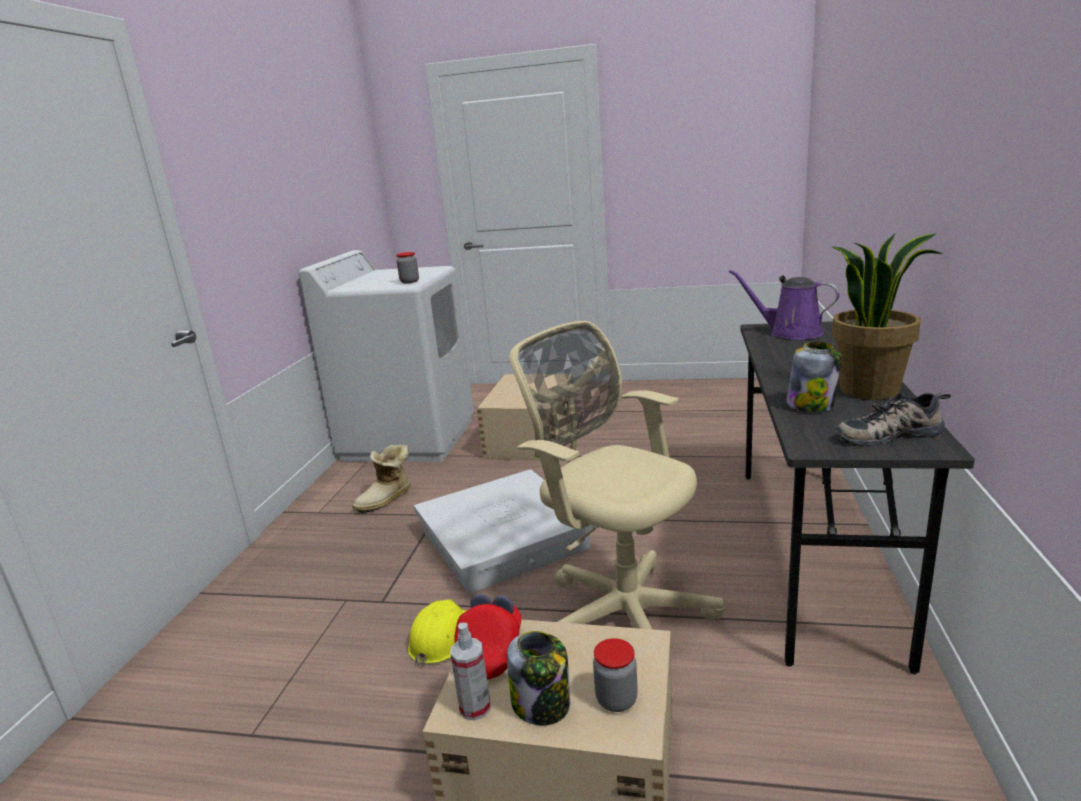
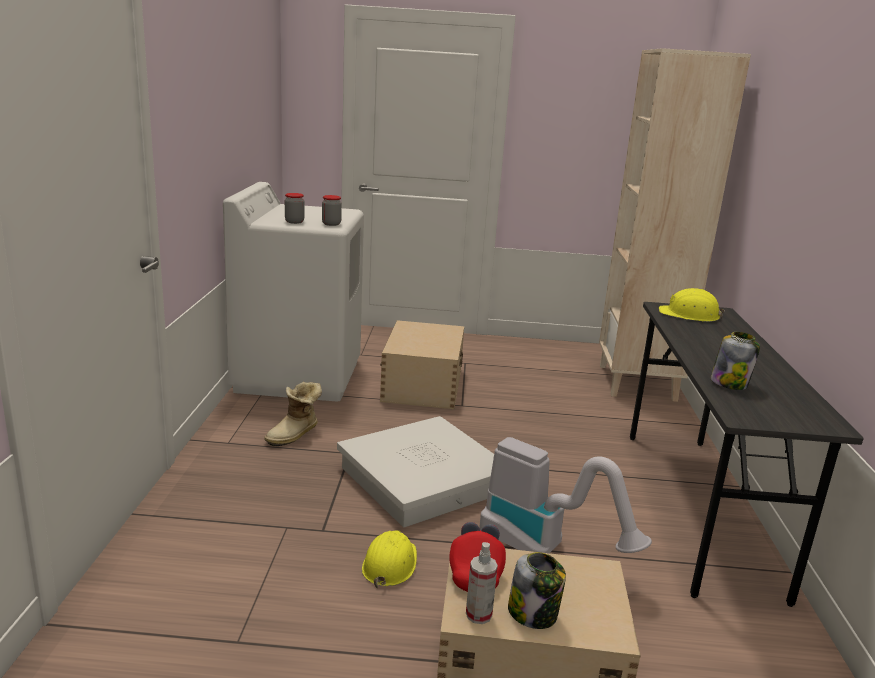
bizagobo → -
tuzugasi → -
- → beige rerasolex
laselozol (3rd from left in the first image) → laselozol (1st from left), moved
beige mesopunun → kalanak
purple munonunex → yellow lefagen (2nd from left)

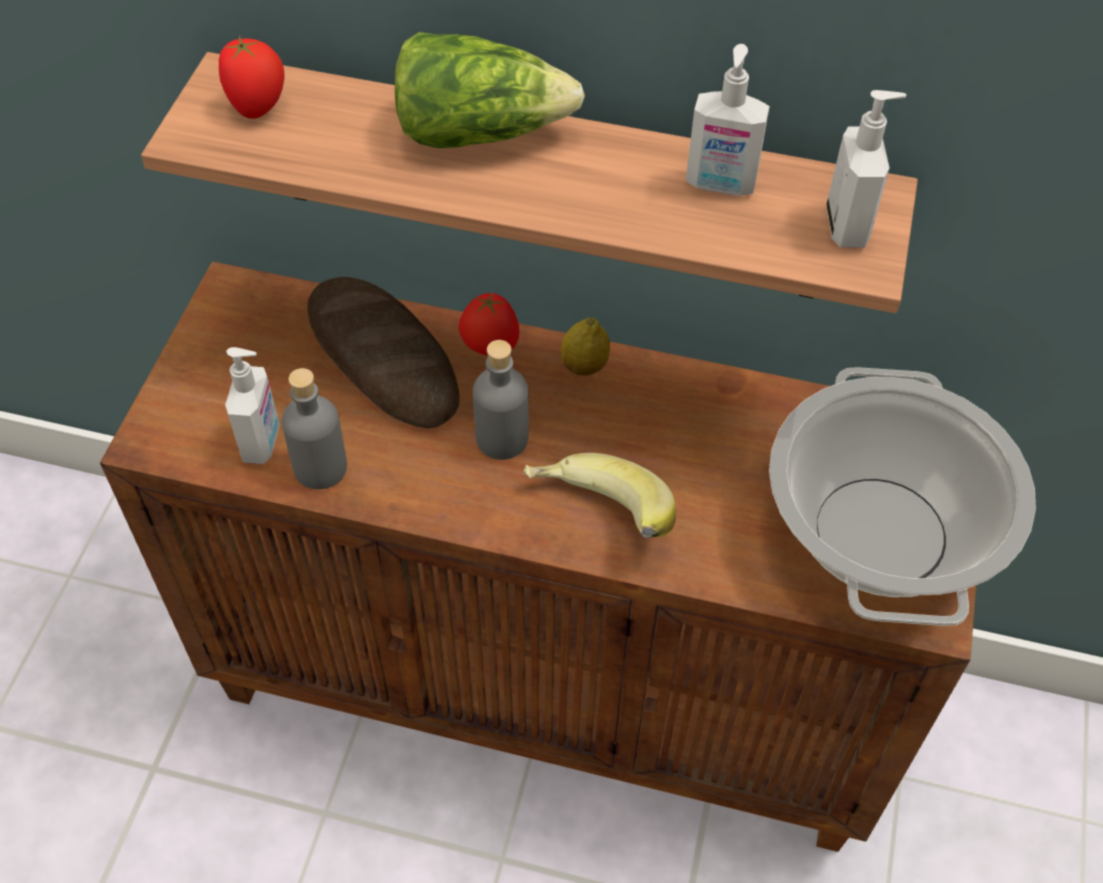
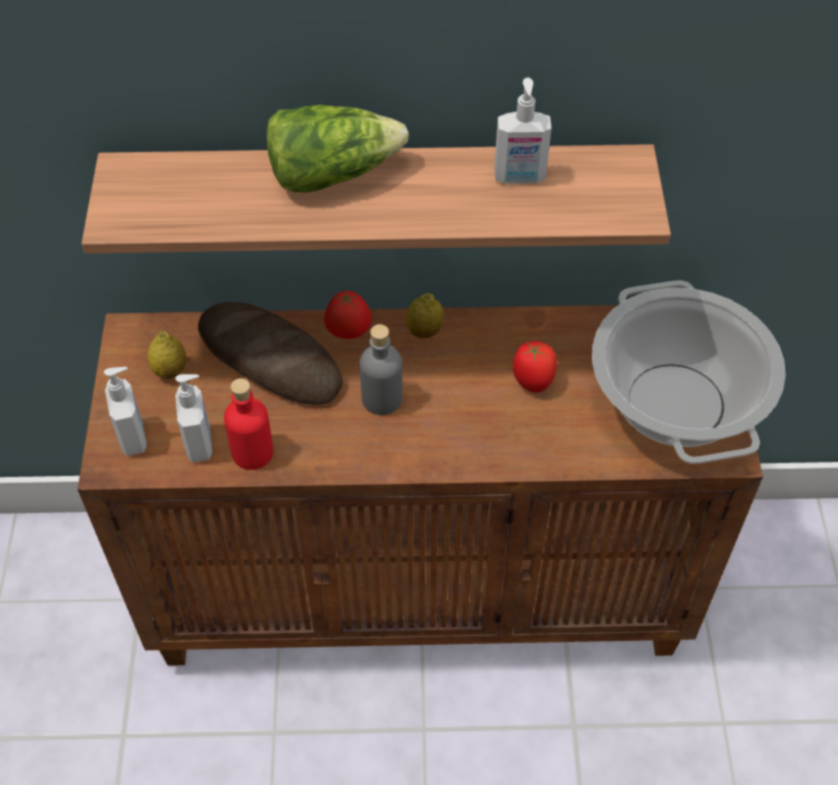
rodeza → -
- → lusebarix (1st from left)
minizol (1st from left in the first image) → minizol (2nd from left), moved
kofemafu (3rd from left in the first image) → kofemafu (1st from left), moved
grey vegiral (1st from left) → red vegiral

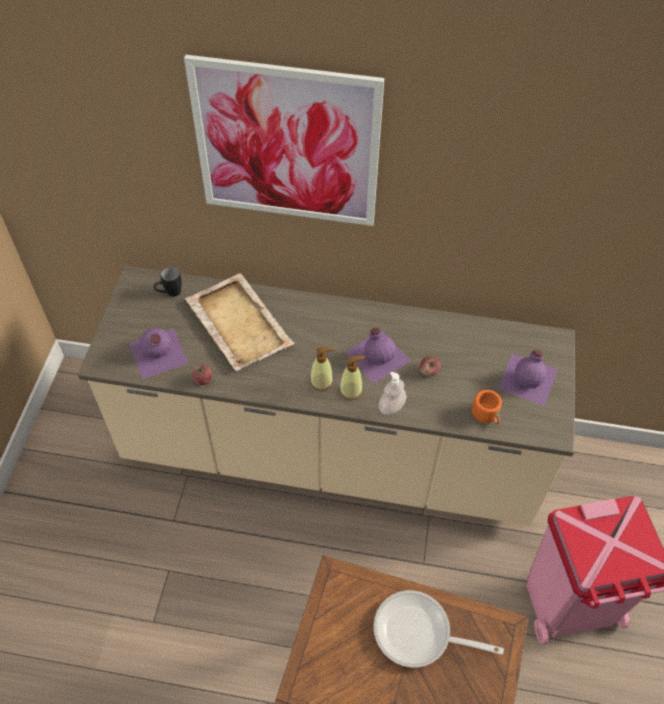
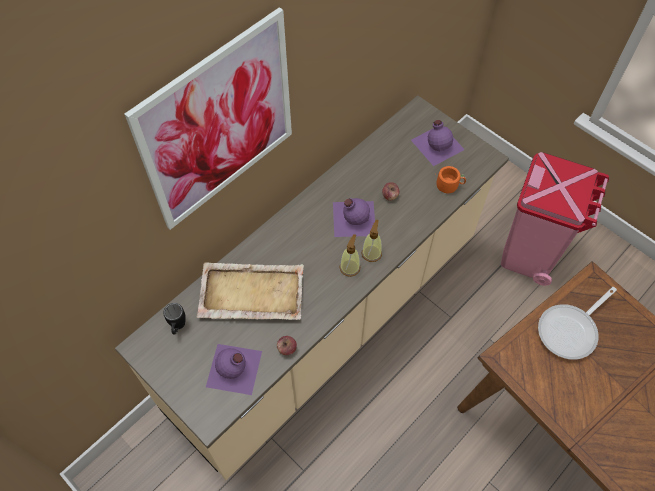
kofemafu (3rd from left) → -

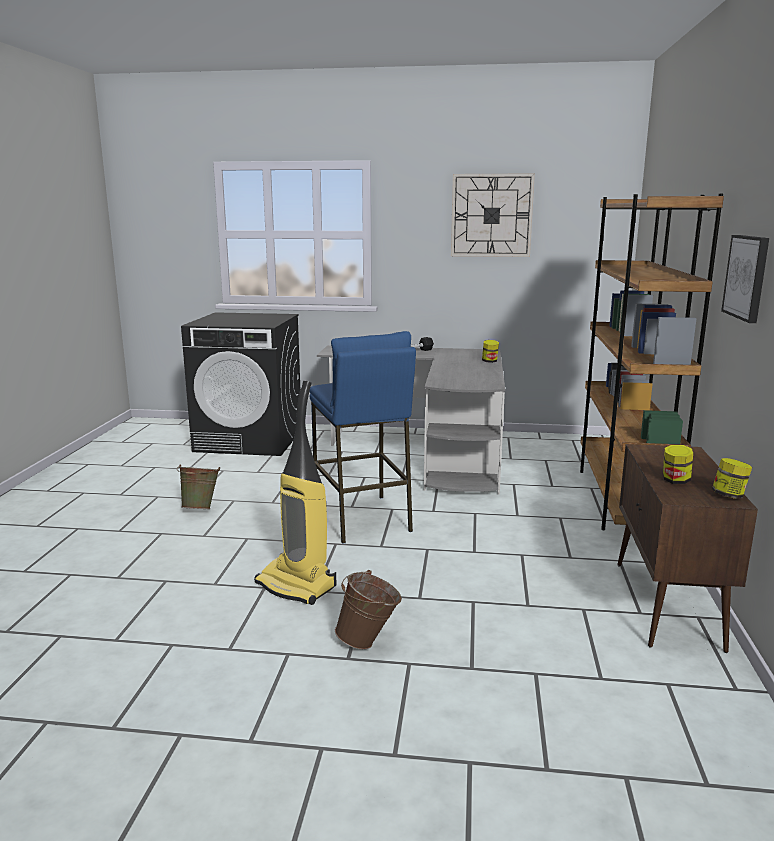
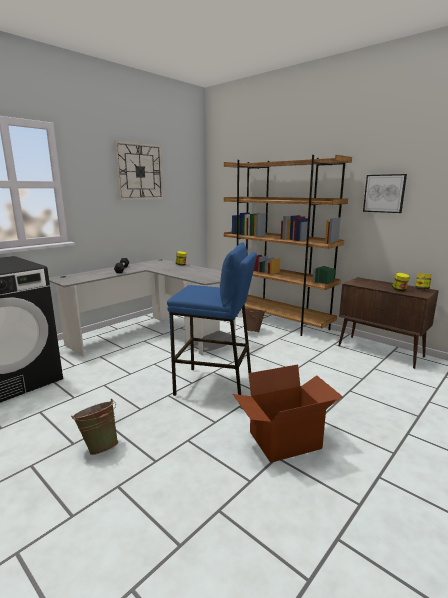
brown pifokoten, moved
kalanak → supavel

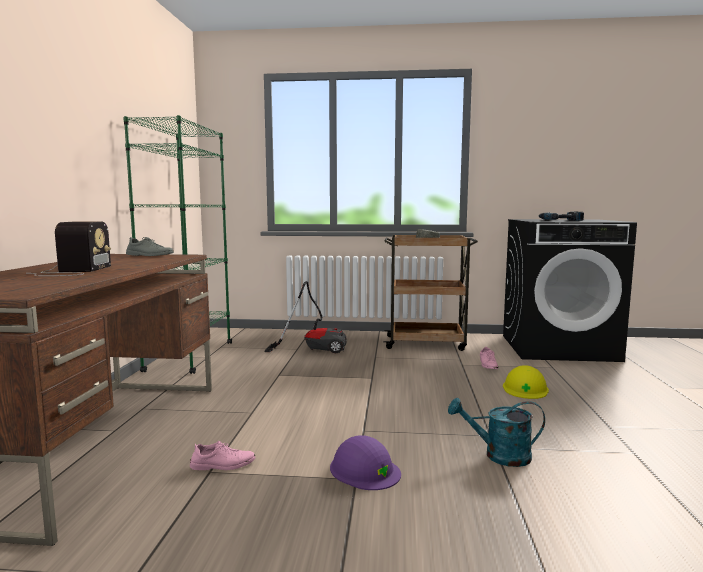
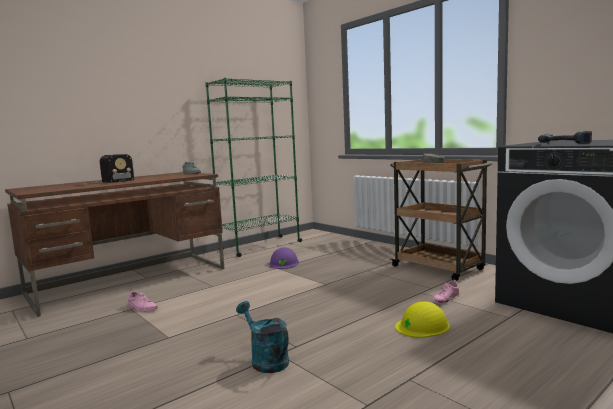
kalanak → -
purple lefagen, moved

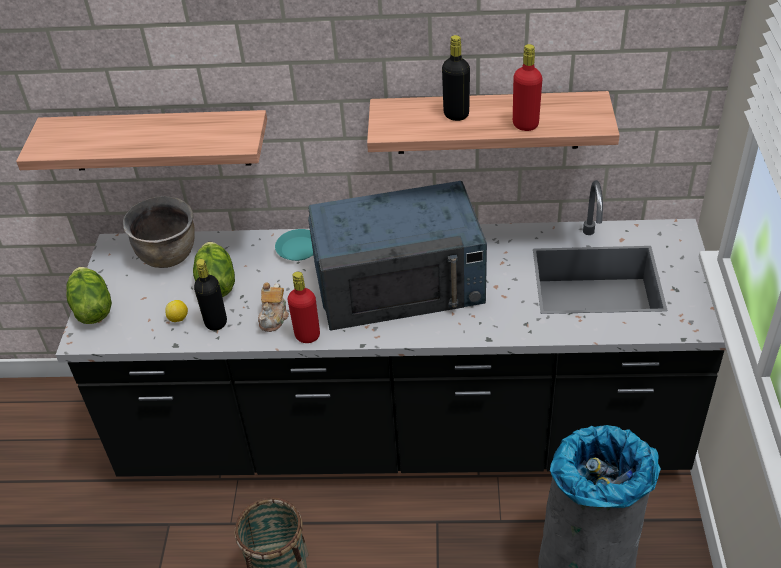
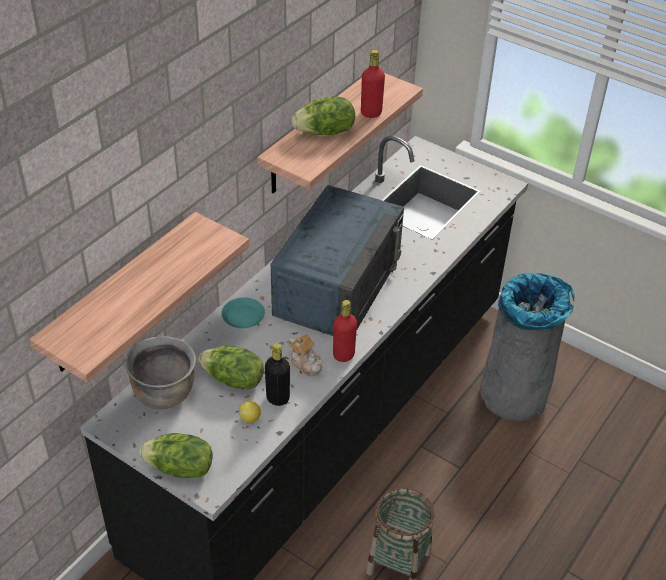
black vegiral (2nd from left) → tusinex (3rd from left)

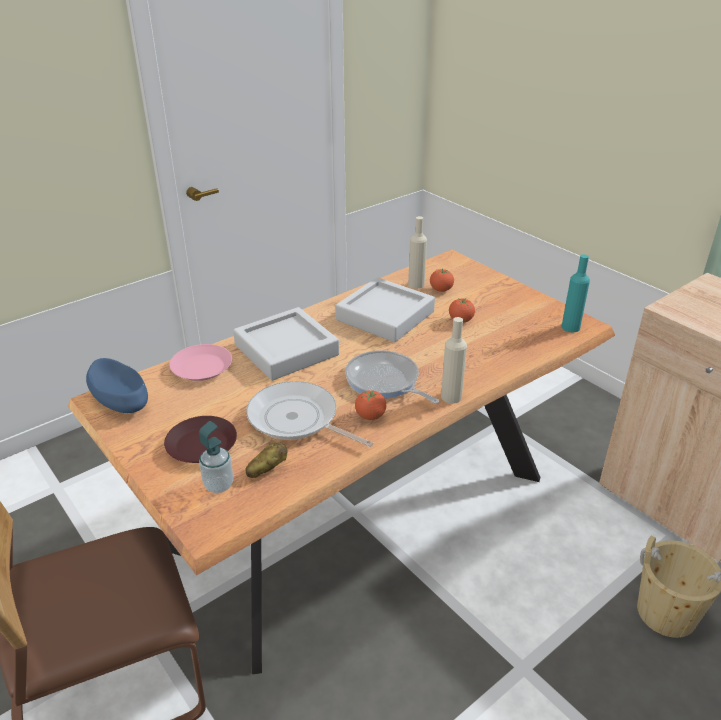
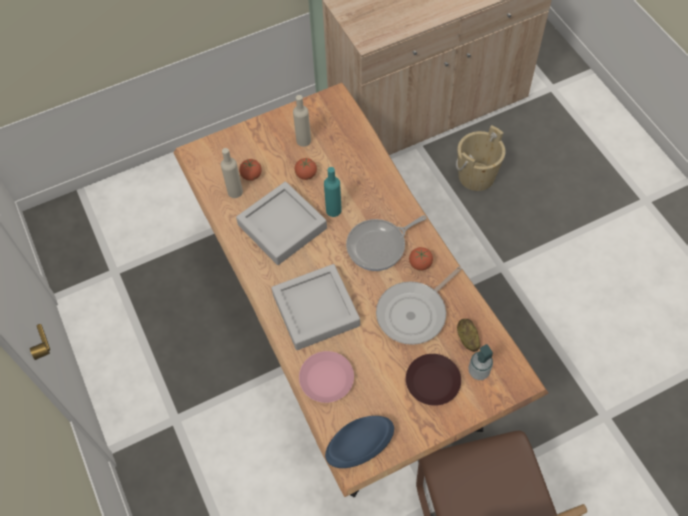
beige vegiral (2nd from left), moved
turquoise vegiral, moved

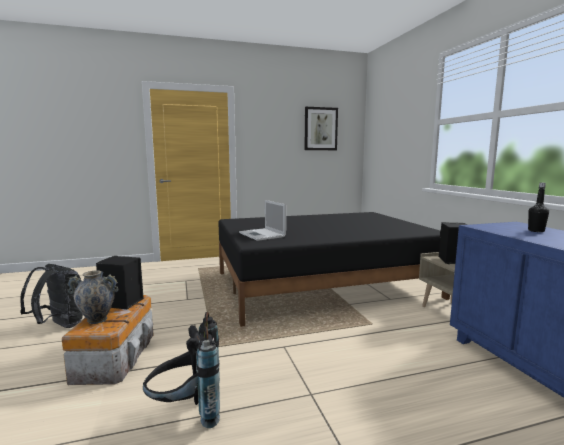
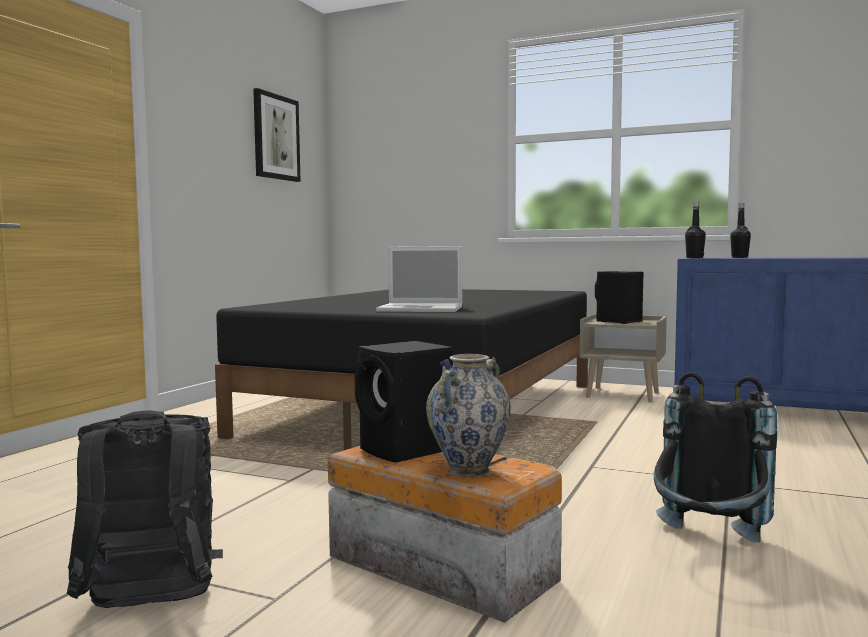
- → black vegiral (1st from left)

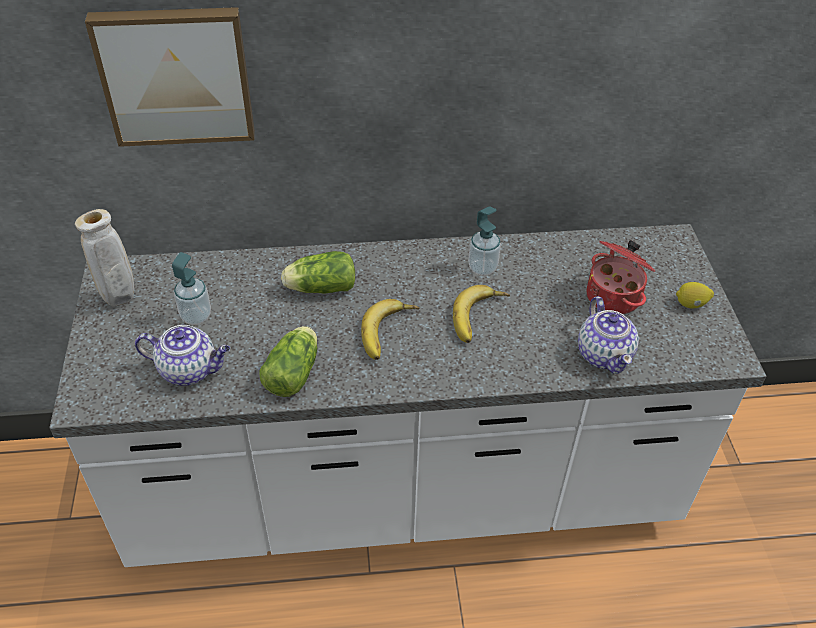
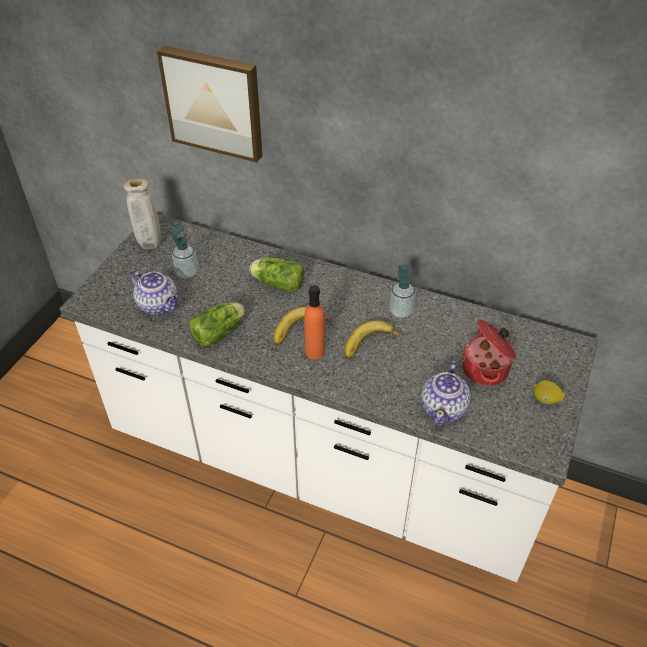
- → orange vegiral

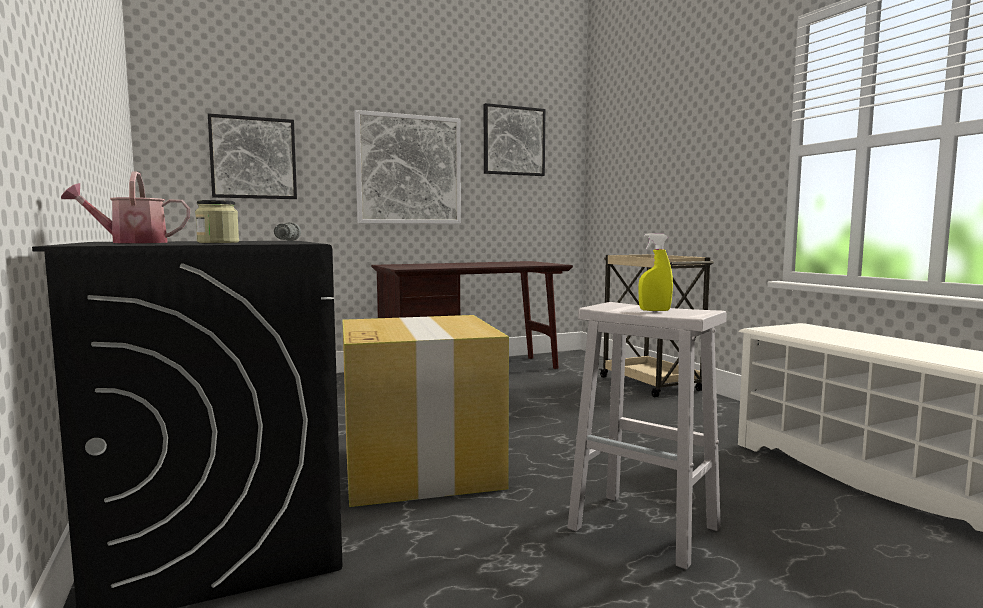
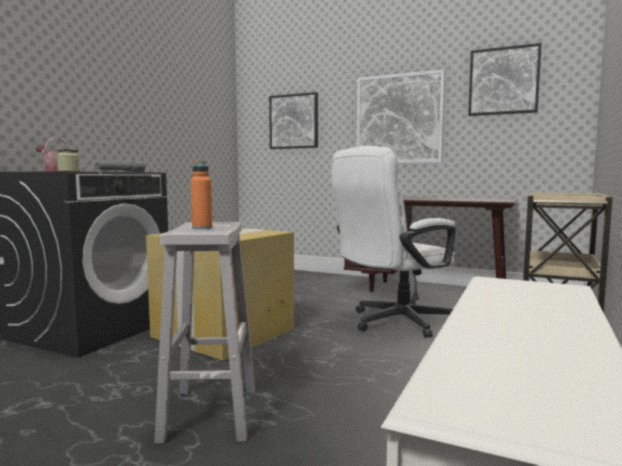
- → white mesopunun
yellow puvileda → orange vegiral

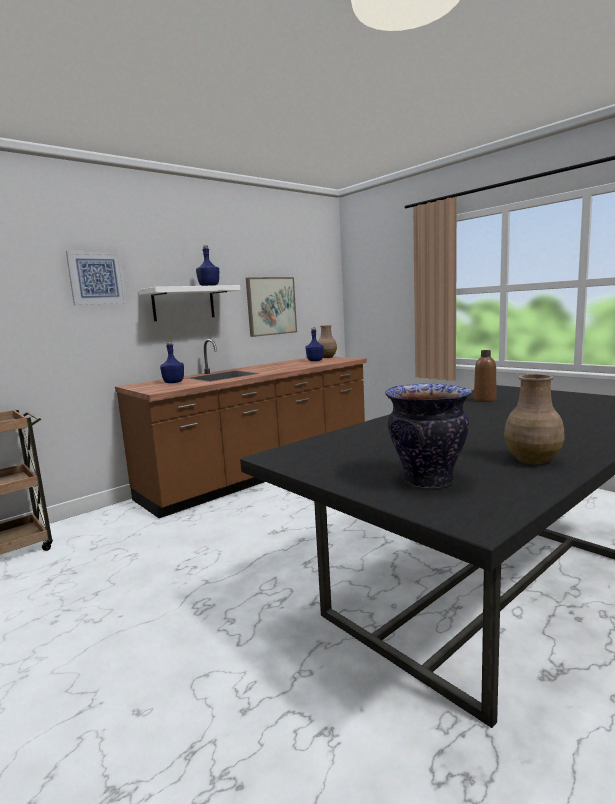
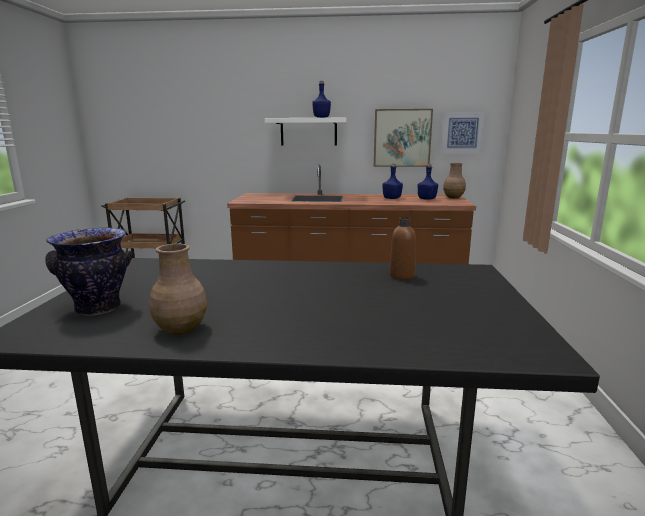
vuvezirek (1st from left in the first image) → vuvezirek (2nd from left), moved
blue vegiral (1st from left in the first image) → blue vegiral (2nd from left), moved

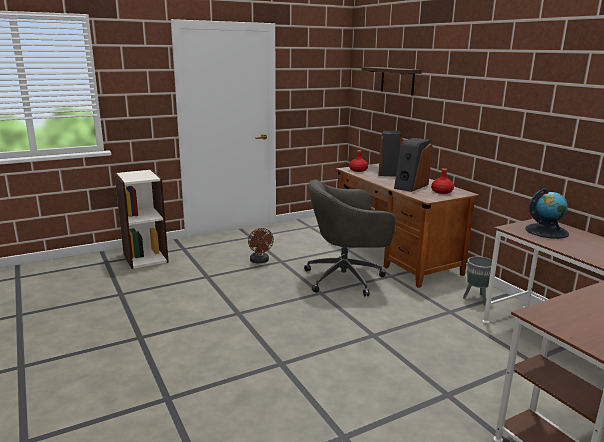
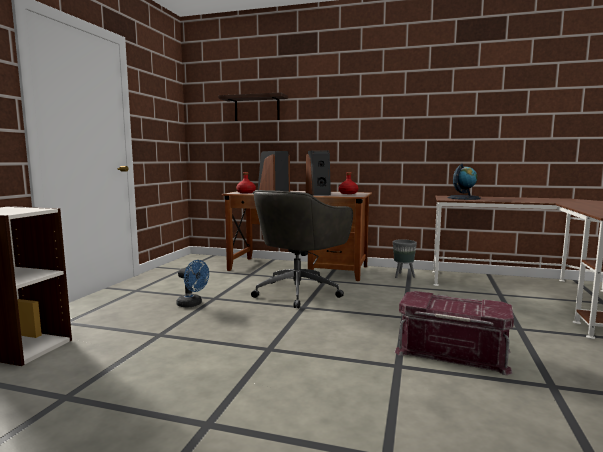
- → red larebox
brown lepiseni → blue lepiseni

